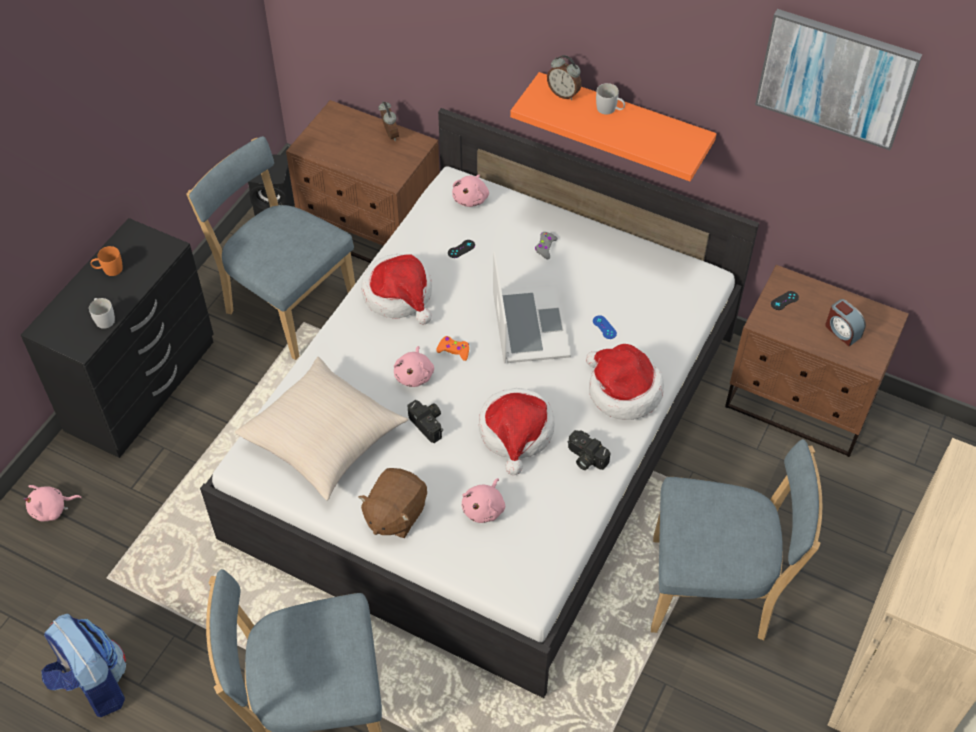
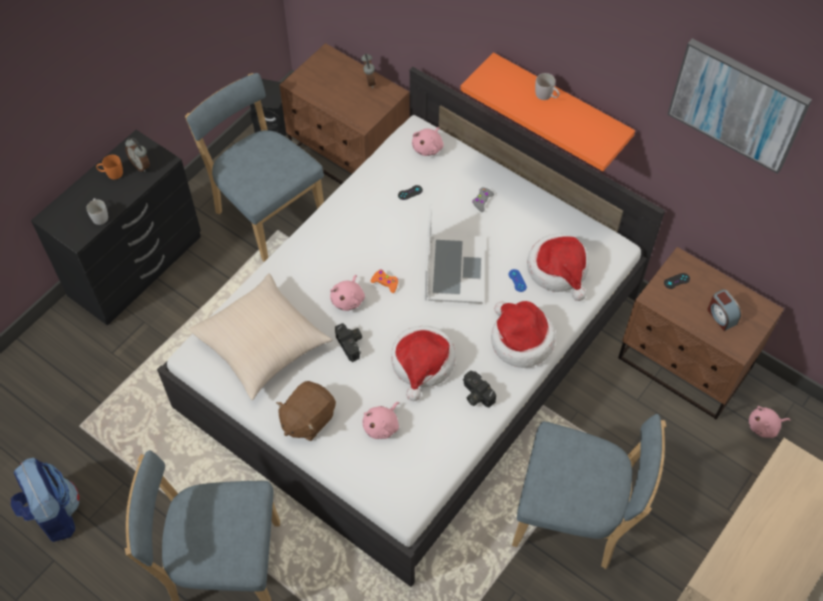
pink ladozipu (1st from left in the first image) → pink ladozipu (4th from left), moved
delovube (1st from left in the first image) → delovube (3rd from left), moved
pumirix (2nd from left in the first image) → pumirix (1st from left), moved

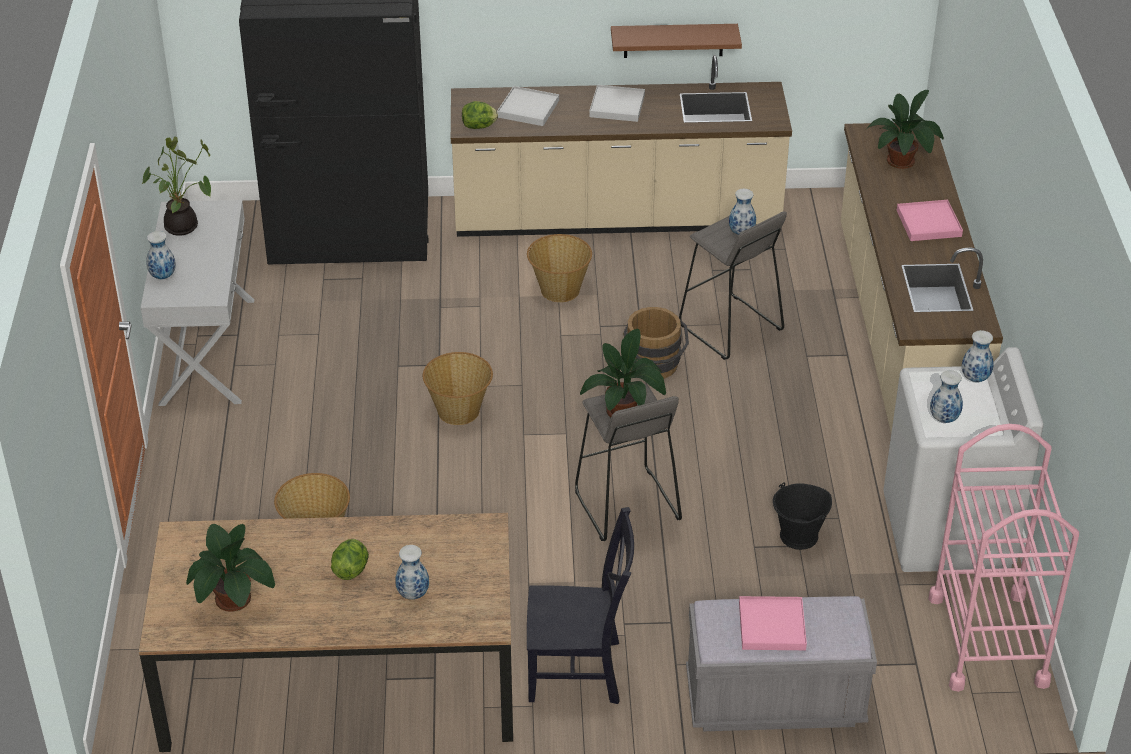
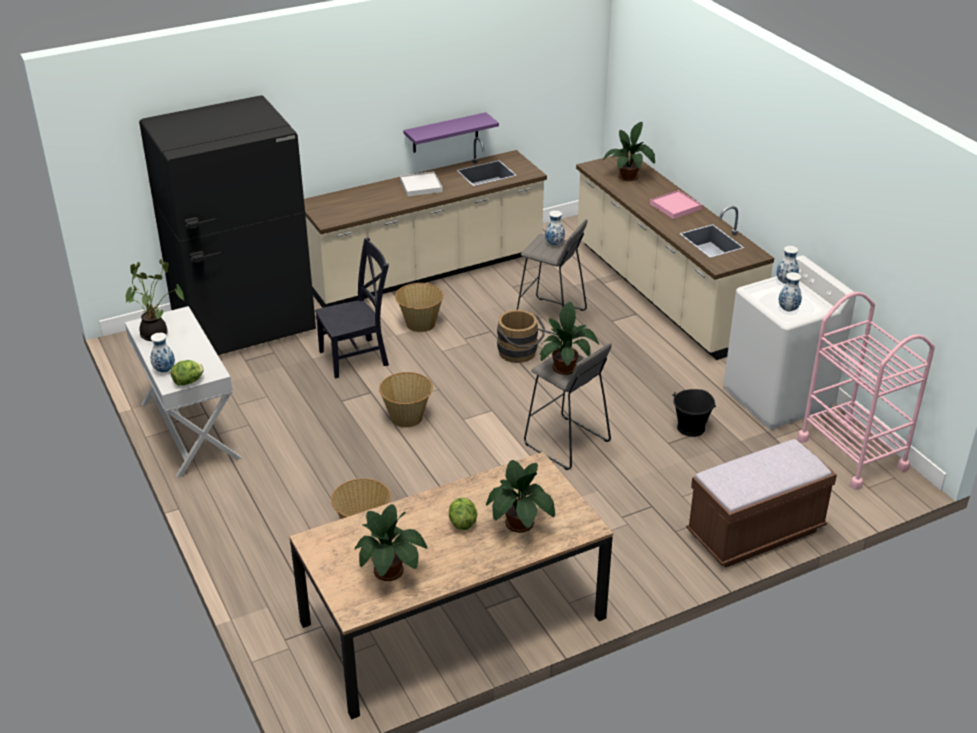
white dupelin (1st from left) → -
pink dupelin (1st from left) → -
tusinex (2nd from left in the first image) → tusinex (1st from left), moved
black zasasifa, moved
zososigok (2nd from left) → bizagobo (3rd from left)
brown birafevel → purple birafevel
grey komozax → brown komozax

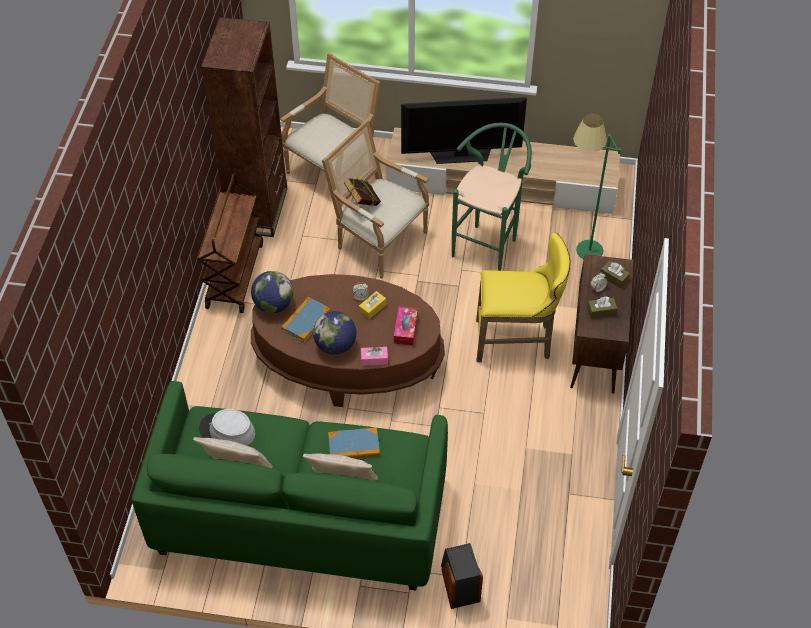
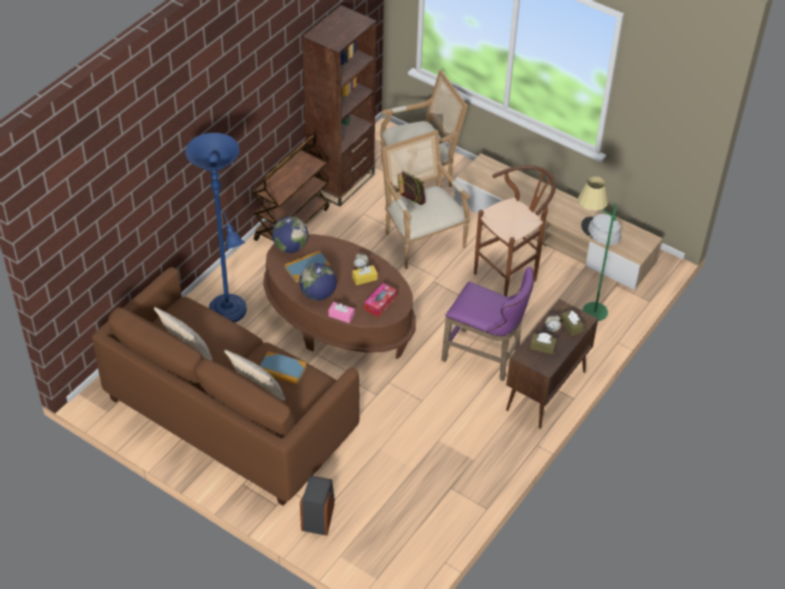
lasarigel → -
- → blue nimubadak
grey delovube, moved
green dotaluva → brown dotaluva
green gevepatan → brown gevepatan
yellow gevepatan → purple gevepatan

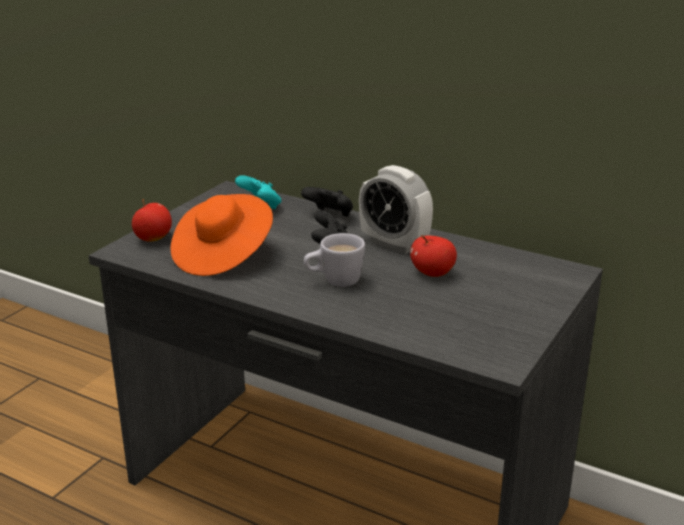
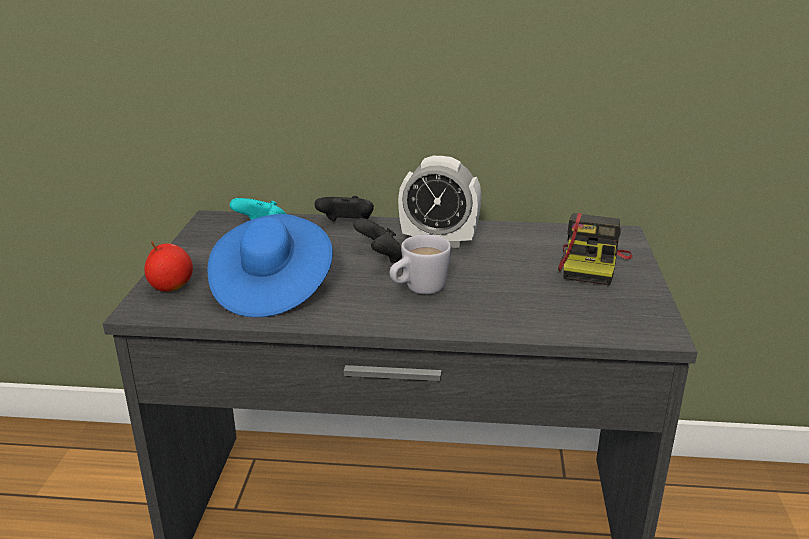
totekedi (2nd from left) → -
- → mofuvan
orange delovube → blue delovube

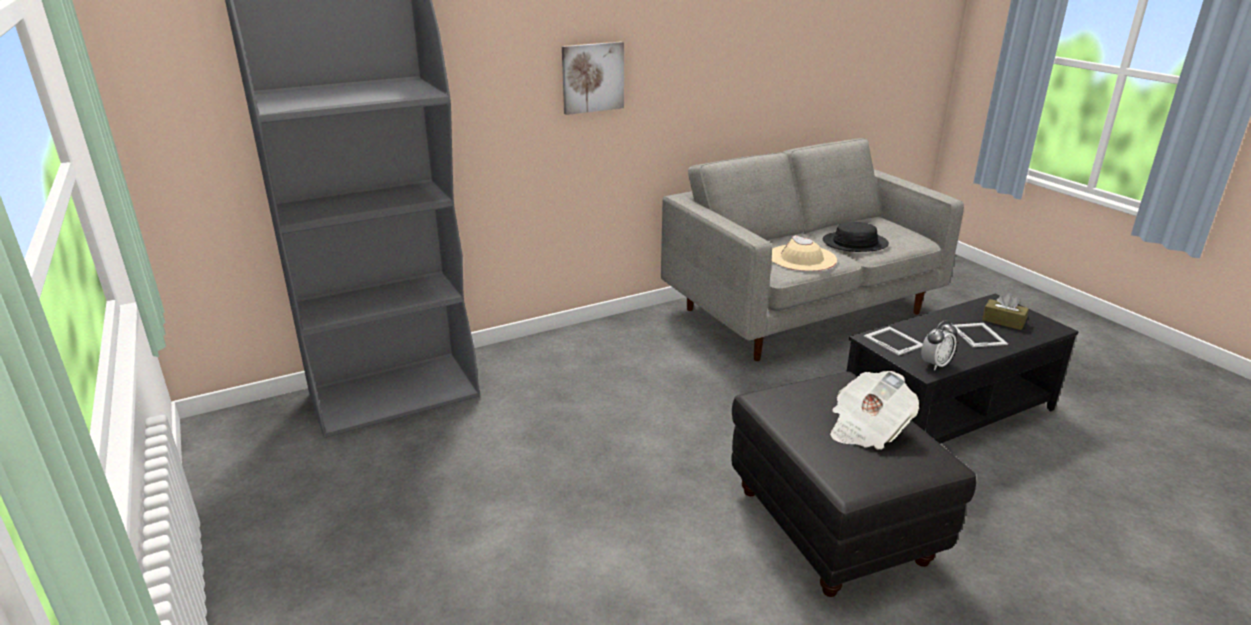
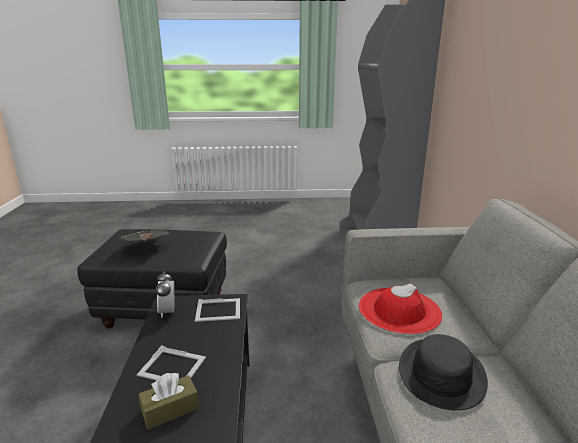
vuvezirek → -
beige delovube → red delovube

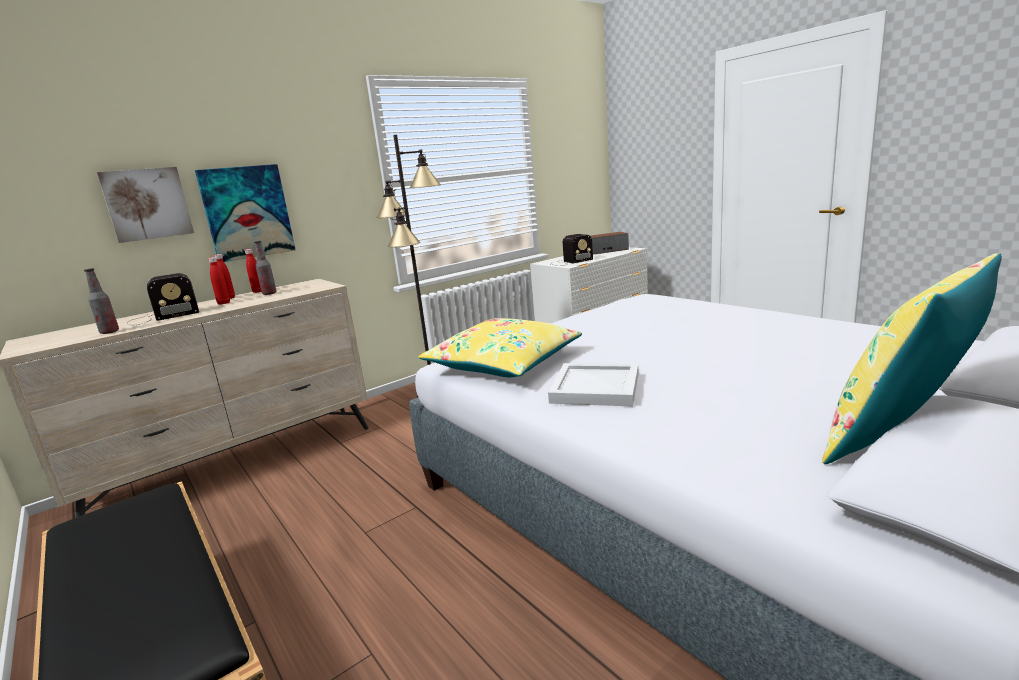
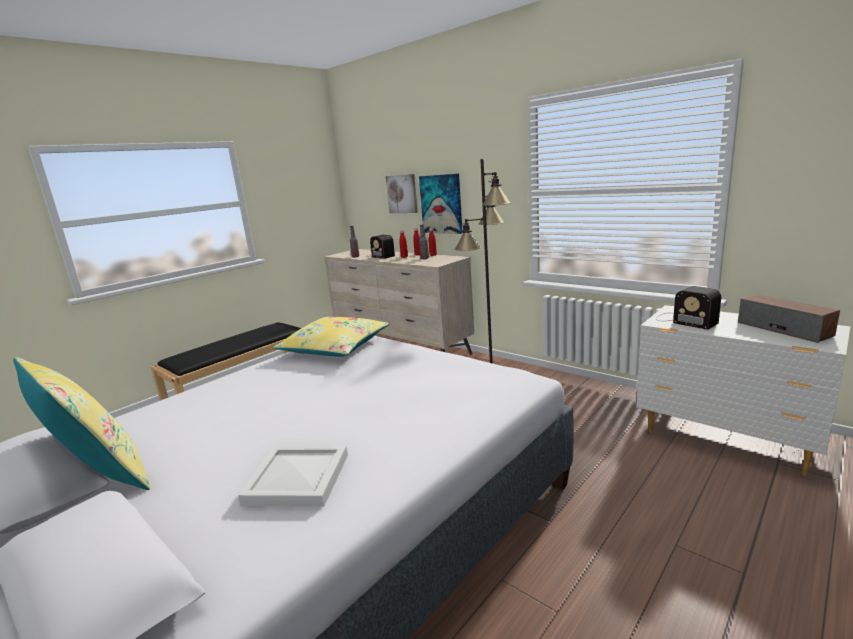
white dupelin, moved

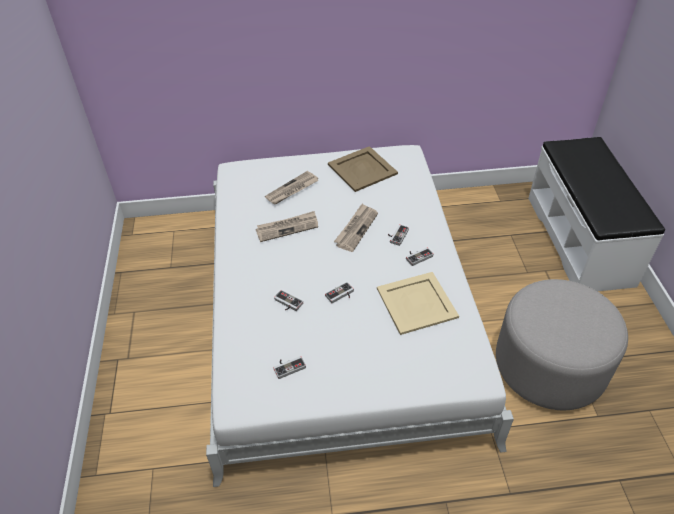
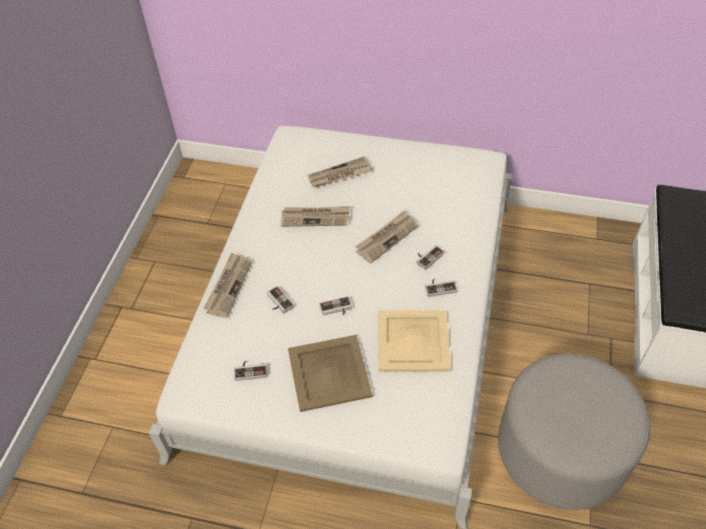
- → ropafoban (1st from left)
beige dupelin (1st from left), moved

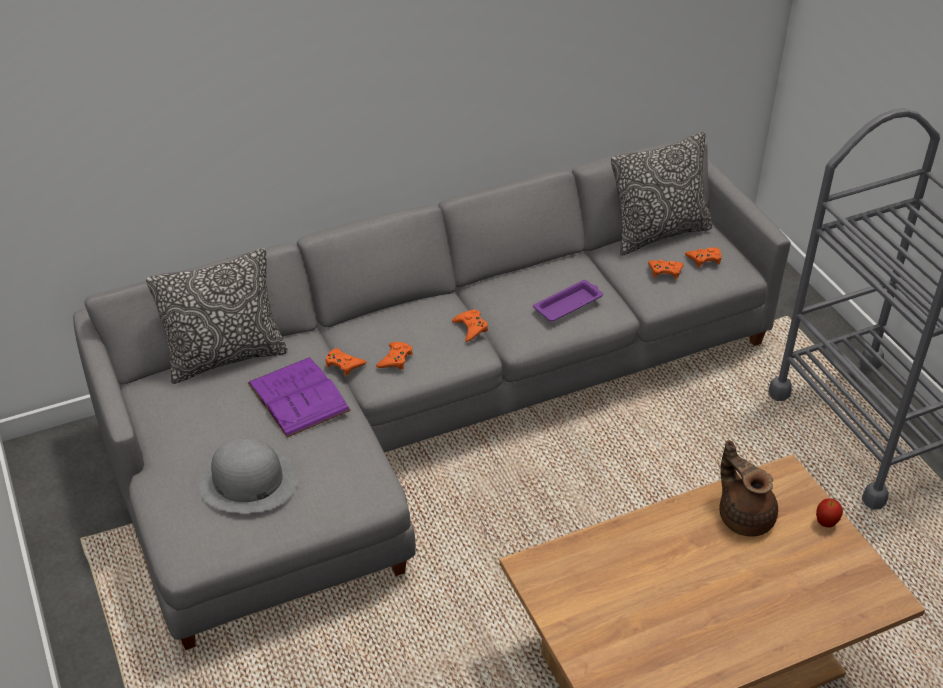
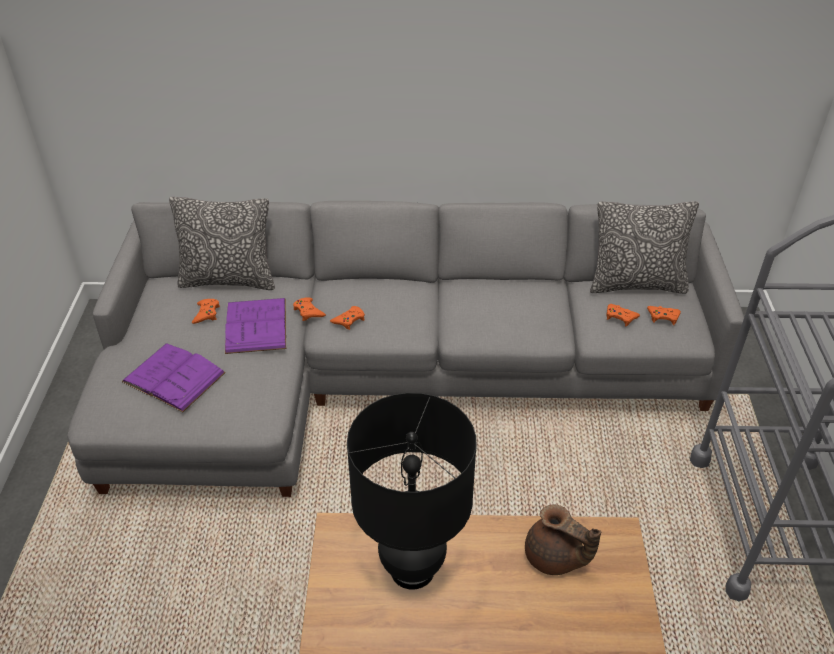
purple dupelin → -
totekedi → -
- → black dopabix
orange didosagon (3rd from left in the first image) → orange didosagon (1st from left), moved
grey delovube → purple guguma (1st from left)
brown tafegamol, 135 degrees clockwise

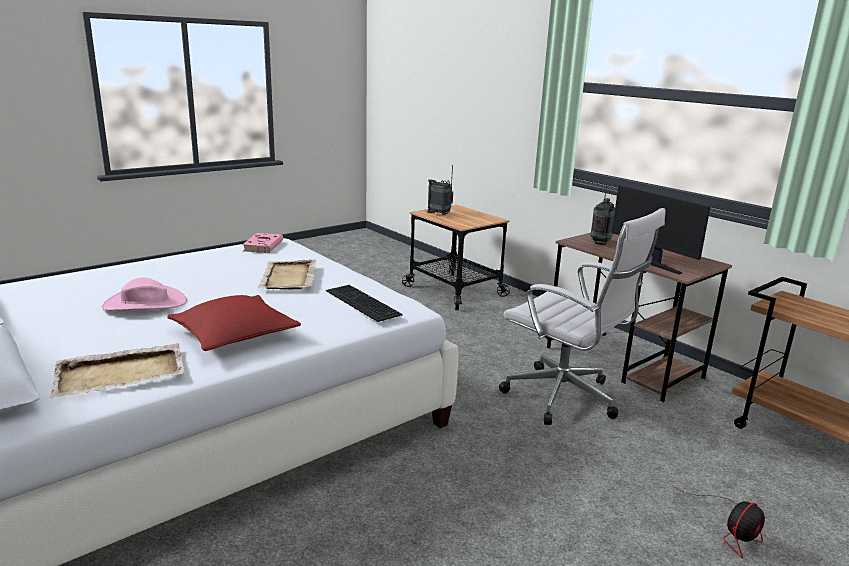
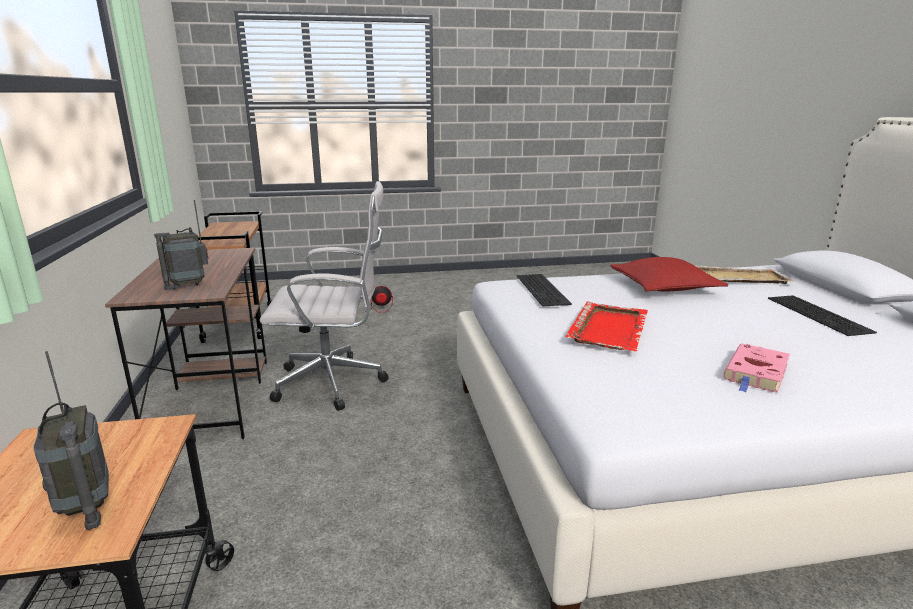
pink delovube → -
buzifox → -
- → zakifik (2nd from left)
pink guguma, moved
beige dupelin (2nd from left) → red dupelin
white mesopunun, 105 degrees clockwise

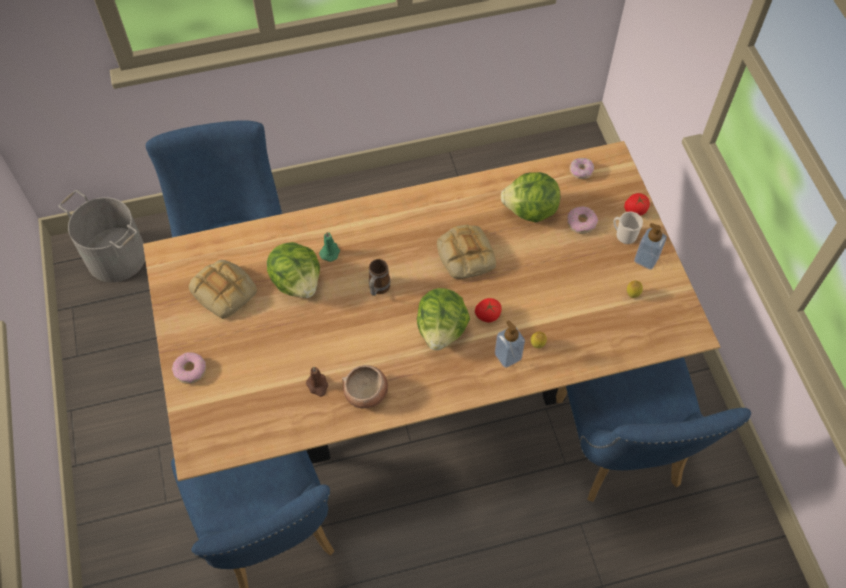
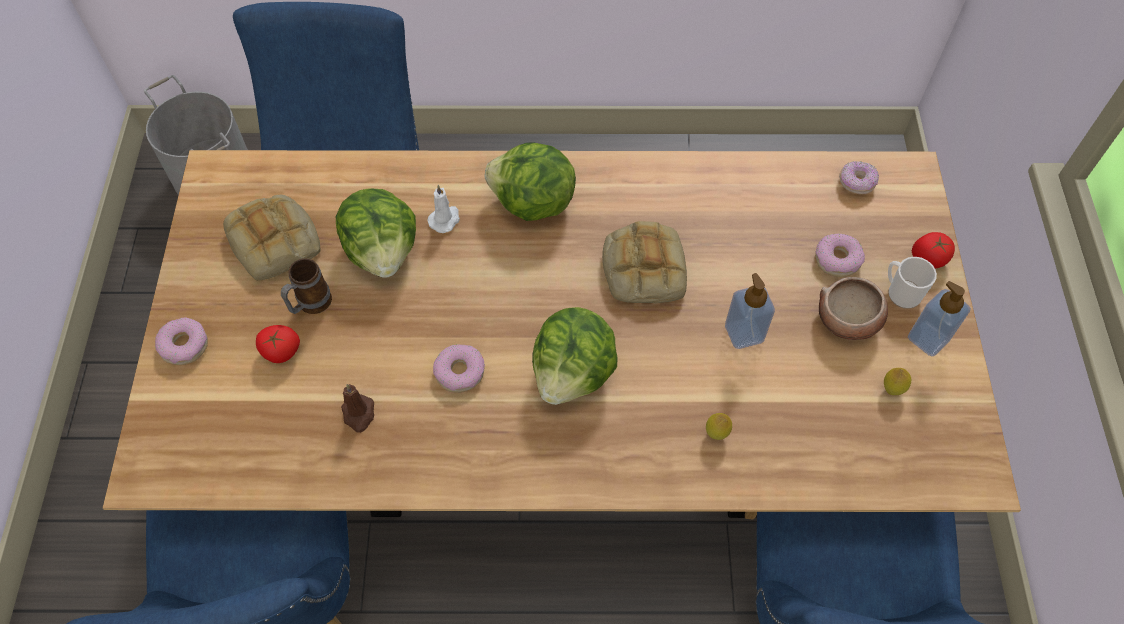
- → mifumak (2nd from left)
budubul, moved
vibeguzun (1st from left), moved
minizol (1st from left), moved
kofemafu (1st from left), moved
tusinex (3rd from left in the first image) → tusinex (2nd from left), moved
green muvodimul → white muvodimul

